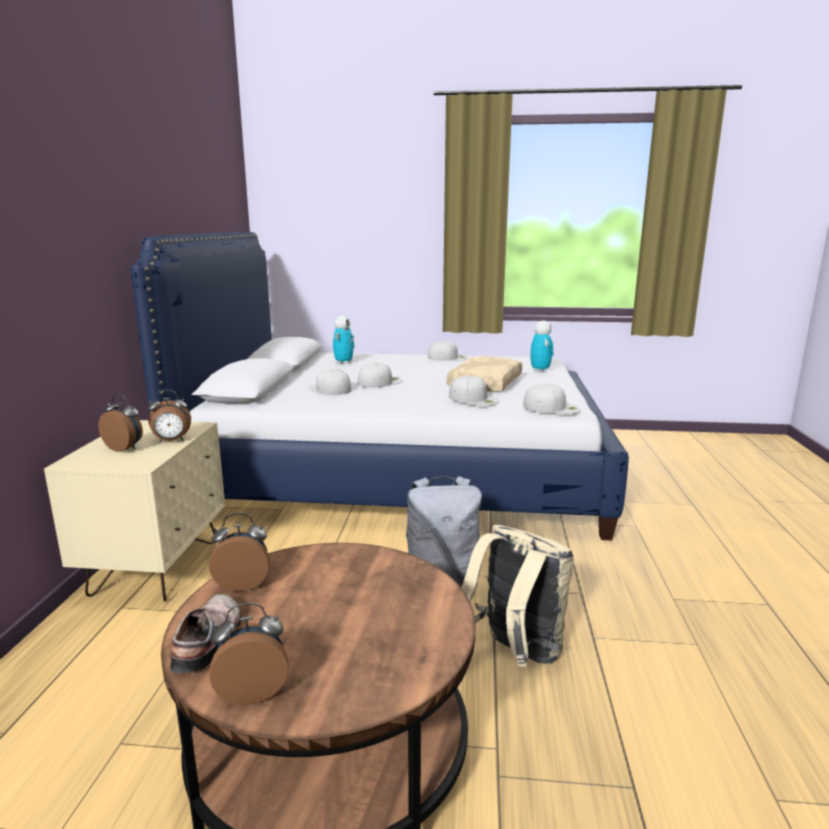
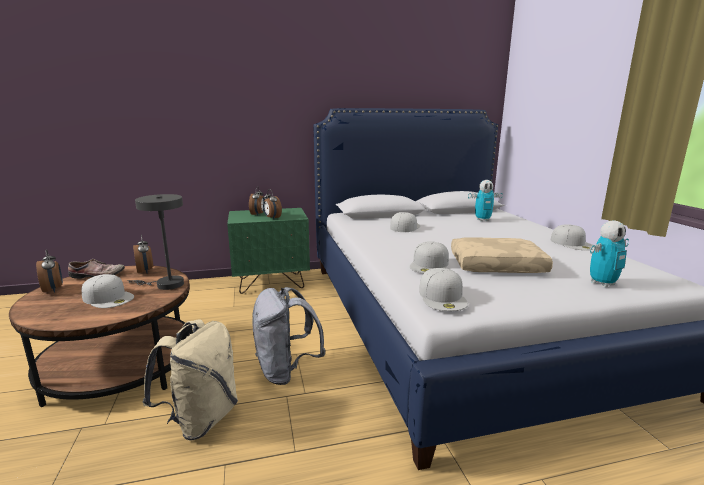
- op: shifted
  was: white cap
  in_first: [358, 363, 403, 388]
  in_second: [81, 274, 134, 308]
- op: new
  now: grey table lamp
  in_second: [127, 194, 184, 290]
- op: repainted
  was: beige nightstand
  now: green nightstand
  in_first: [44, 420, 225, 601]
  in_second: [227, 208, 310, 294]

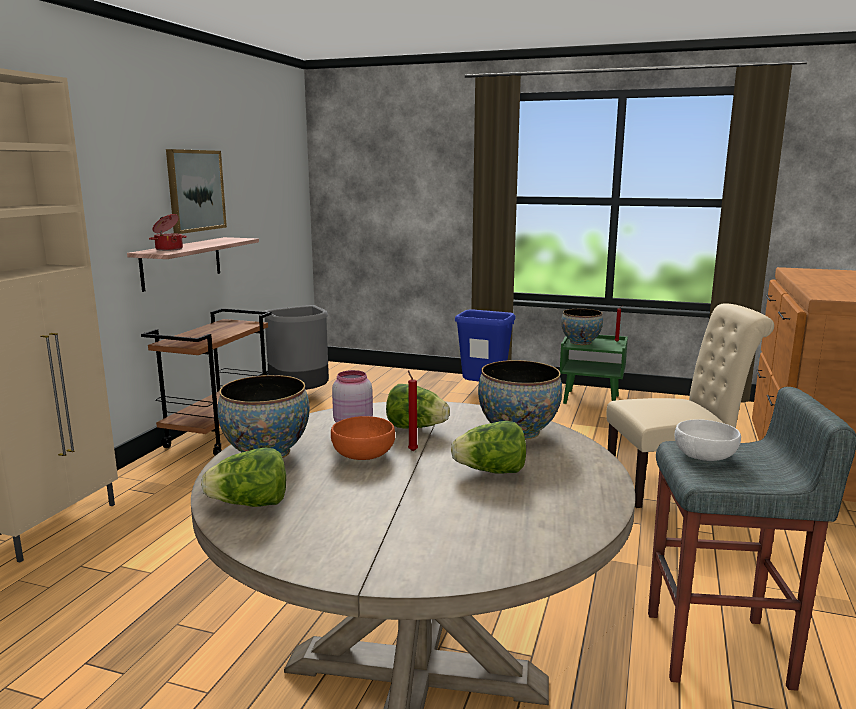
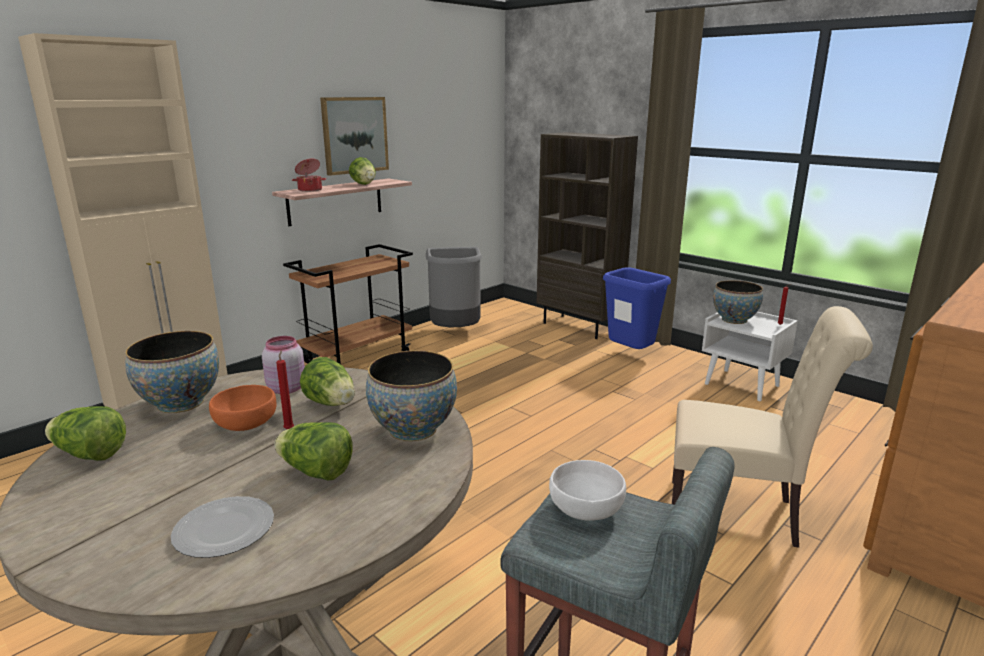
- op: new
  now: plate
  in_second: [171, 496, 274, 558]
- op: new
  now: lettuce
  in_second: [349, 157, 376, 185]
- op: new
  now: brown bookcase
  in_second: [537, 132, 638, 339]
- op: repainted
  was: green nightstand
  now: white nightstand
  in_first: [560, 335, 628, 404]
  in_second: [702, 312, 798, 401]

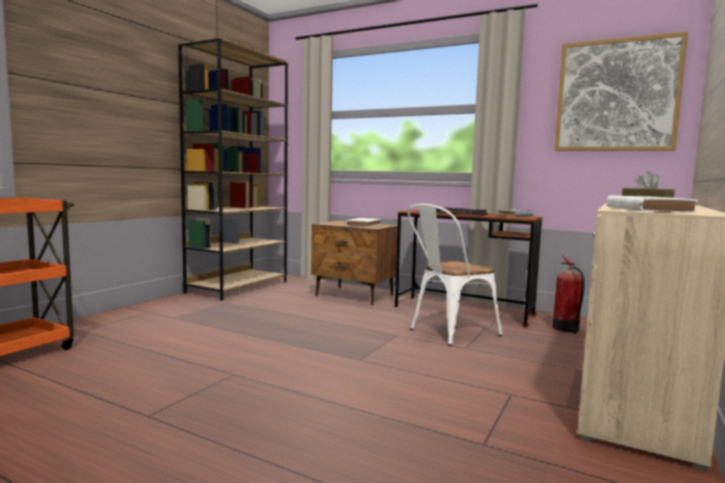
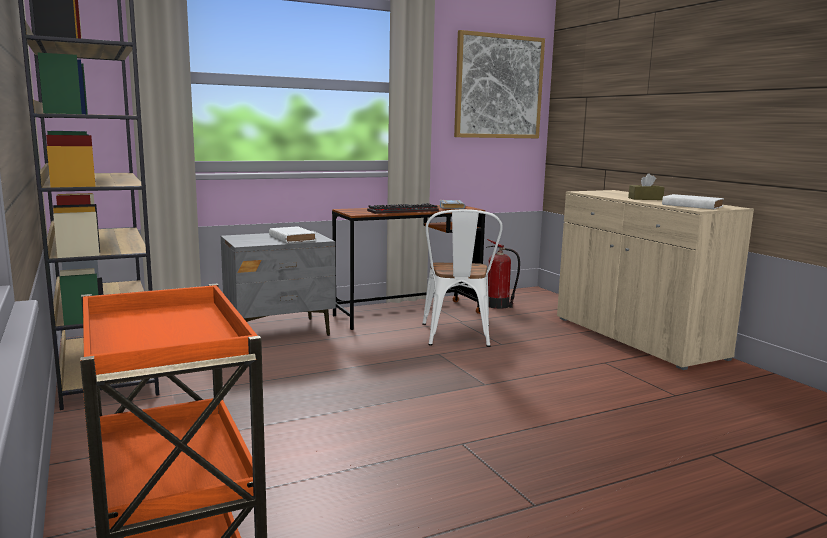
- op: repainted
  was: brown nightstand
  now: grey nightstand
  in_first: [311, 221, 398, 305]
  in_second: [221, 231, 336, 336]

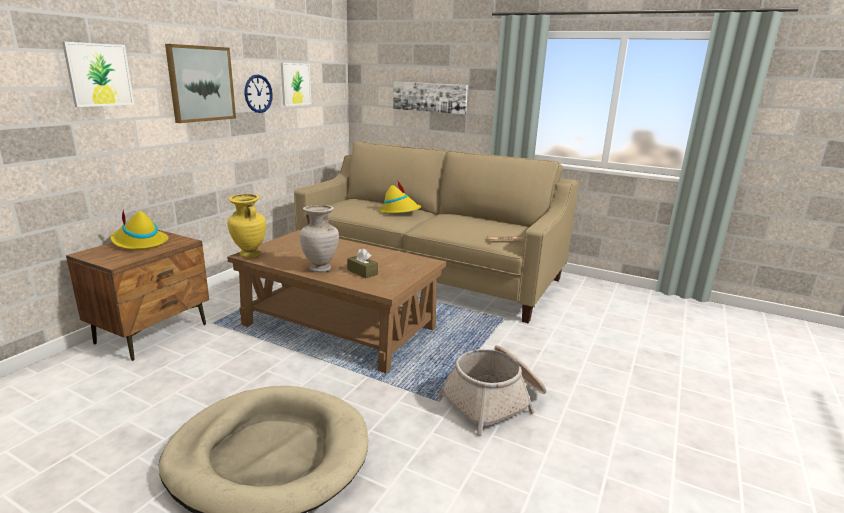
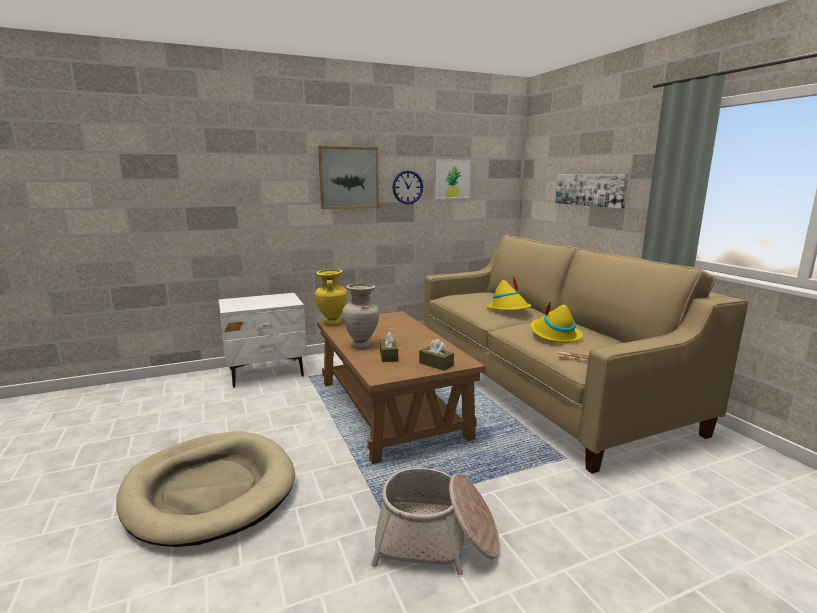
- op: repainted
  was: brown nightstand
  now: white nightstand
  in_first: [66, 230, 209, 361]
  in_second: [218, 293, 307, 387]
- op: new
  now: brown tissue box
  in_second: [419, 339, 454, 371]
- op: shifted
  was: yellow hat
  in_first: [110, 210, 169, 250]
  in_second: [530, 301, 583, 343]
- op: gone
  was: picture
  in_first: [62, 42, 134, 107]

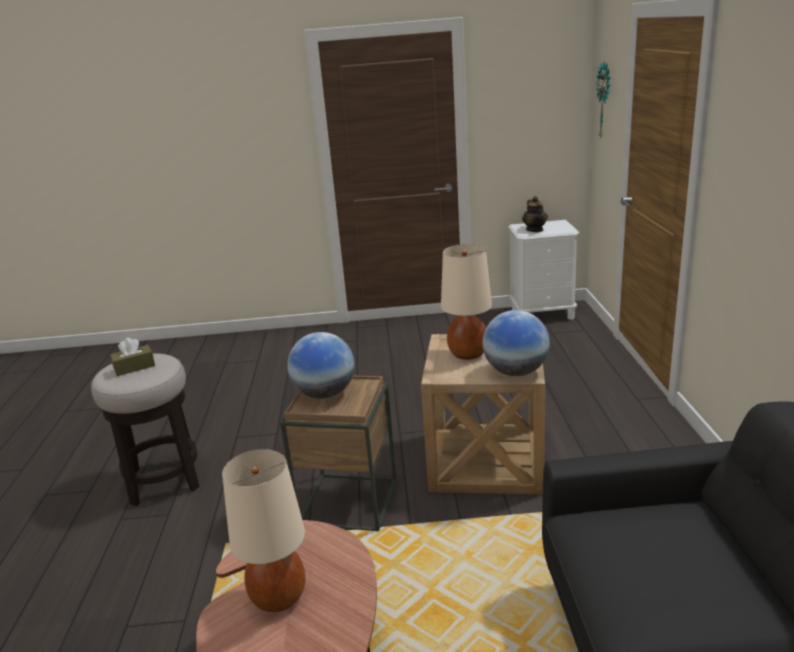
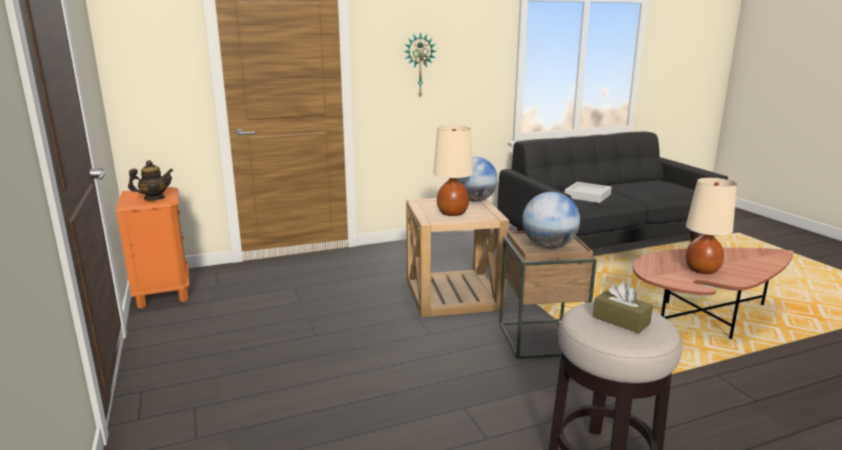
- op: repainted
  was: white nightstand
  now: orange nightstand
  in_first: [508, 220, 579, 320]
  in_second: [116, 187, 189, 309]
- op: shifted
  was: wall clock
  in_first: [596, 62, 610, 138]
  in_second: [404, 32, 436, 99]
- op: new
  now: grey tray
  in_second: [565, 182, 612, 203]

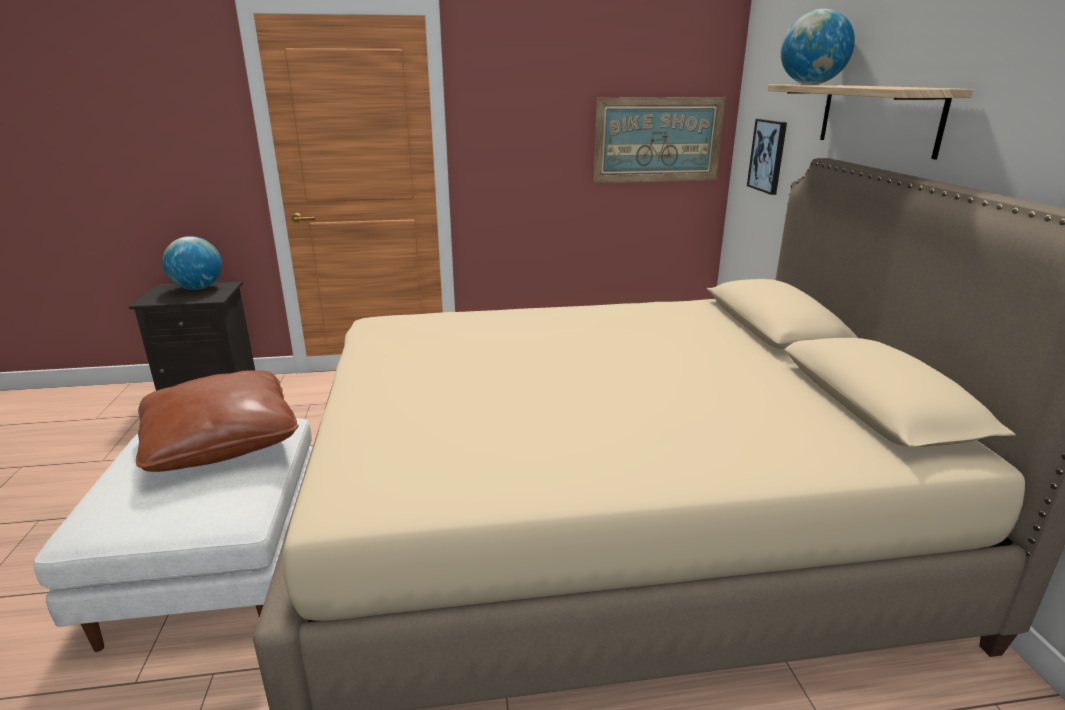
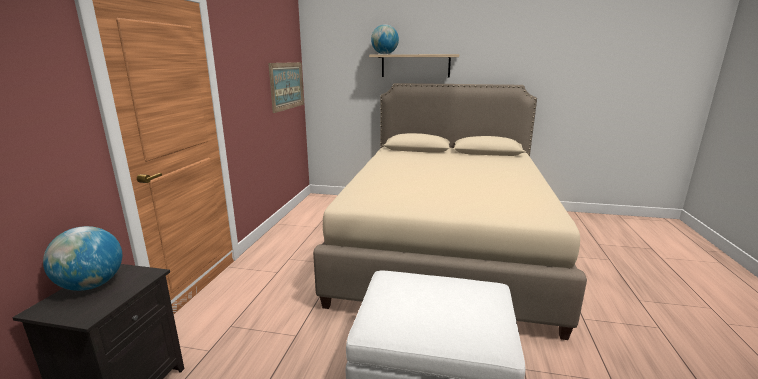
- op: gone
  was: brown pillow
  in_first: [136, 370, 299, 472]
- op: gone
  was: picture
  in_first: [747, 119, 787, 195]

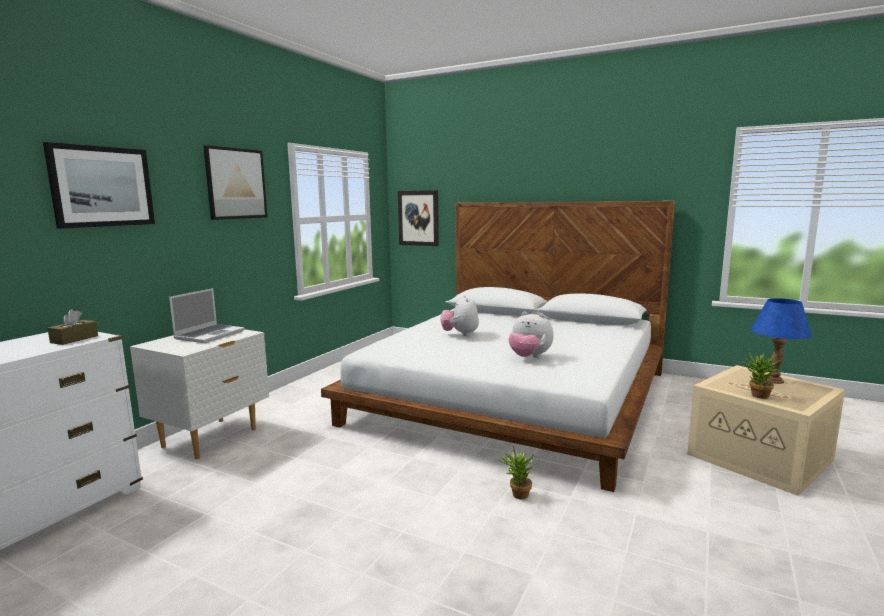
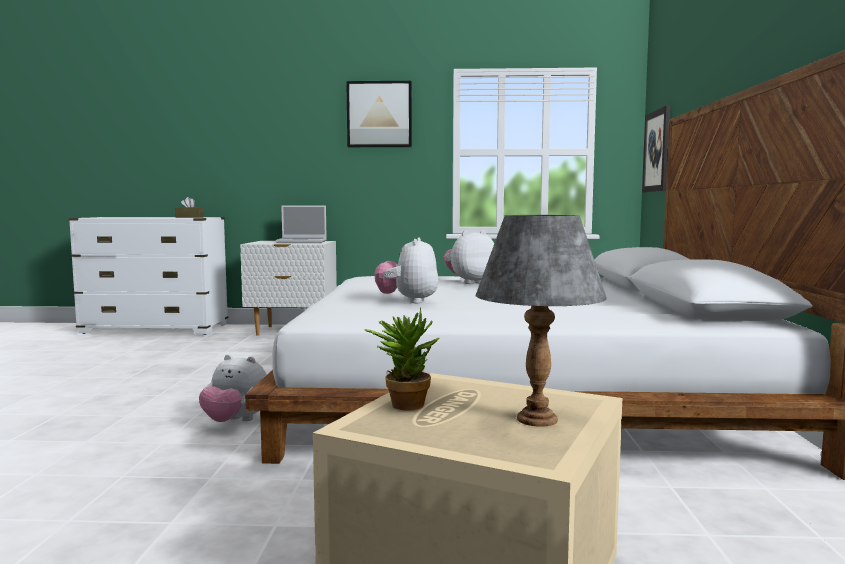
- op: swapped
  was: potted plant
  now: plush toy
  in_first: [499, 447, 534, 499]
  in_second: [199, 354, 267, 422]
- op: repainted
  was: blue table lamp
  now: grey table lamp
  in_first: [751, 298, 812, 384]
  in_second: [476, 215, 607, 427]
- op: gone
  was: picture
  in_first: [43, 142, 155, 229]

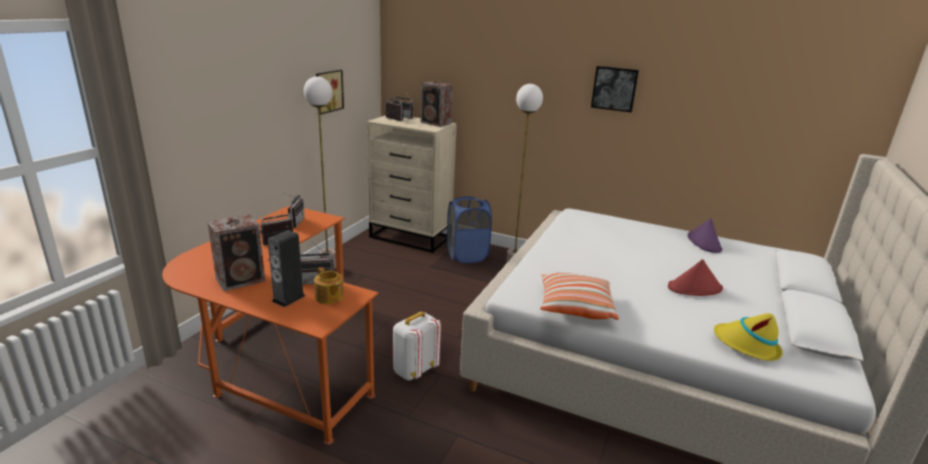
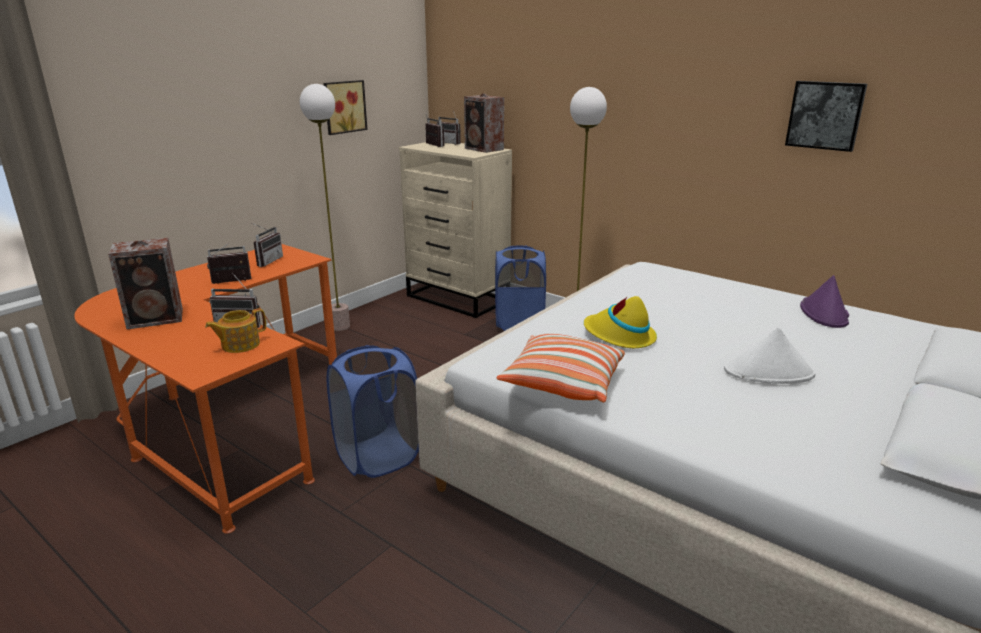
- op: rotated
  was: teapot
  in_first: [314, 267, 344, 304]
  in_second: [205, 308, 266, 353]
  clockwise: 75
- op: swapped
  was: white backpack
  now: blue laundry basket
  in_first: [392, 311, 441, 380]
  in_second: [326, 345, 419, 478]
- op: shifted
  was: yellow hat
  in_first: [714, 313, 783, 361]
  in_second: [584, 296, 657, 348]
- op: repainted
  was: red hat
  now: white hat
  in_first: [668, 259, 723, 296]
  in_second: [724, 328, 816, 384]
- op: shifted
  was: picture
  in_first: [591, 66, 639, 112]
  in_second: [785, 81, 867, 152]
- op: gone
  was: speaker
  in_first: [268, 230, 305, 307]

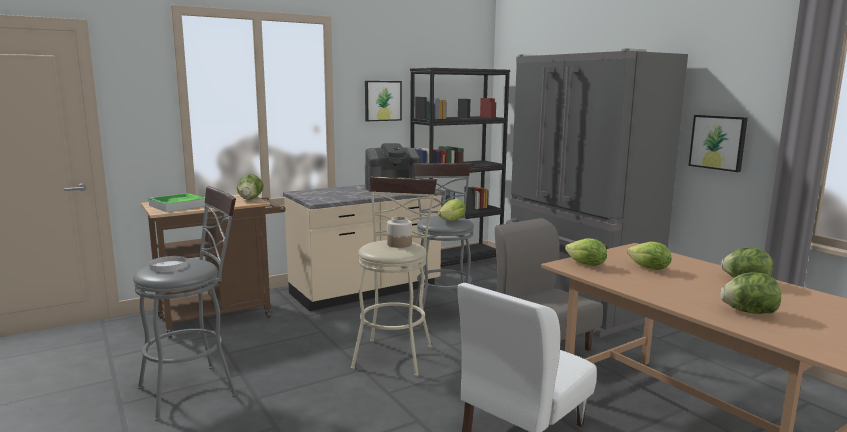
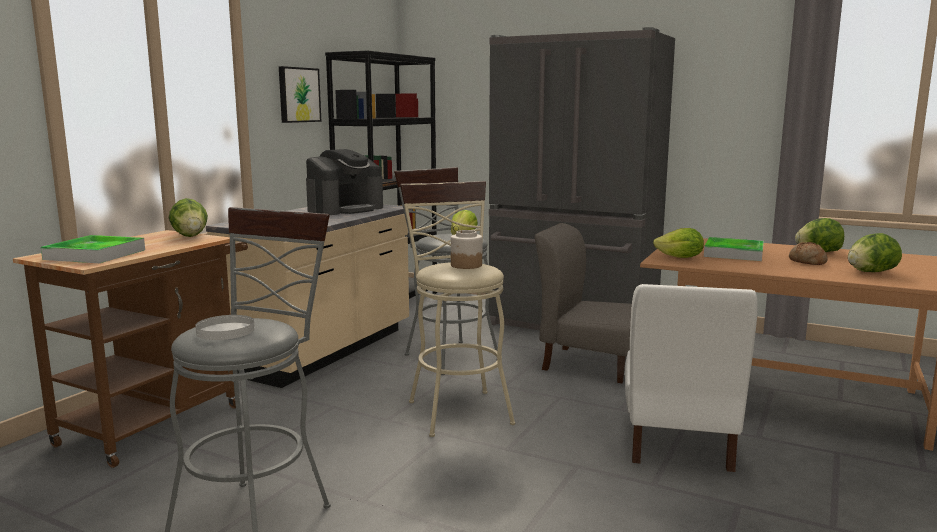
- op: swapped
  was: lettuce
  now: tray
  in_first: [627, 242, 671, 270]
  in_second: [704, 237, 764, 261]
- op: new
  now: bread
  in_second: [789, 242, 828, 265]
- op: gone
  was: picture
  in_first: [689, 115, 748, 172]

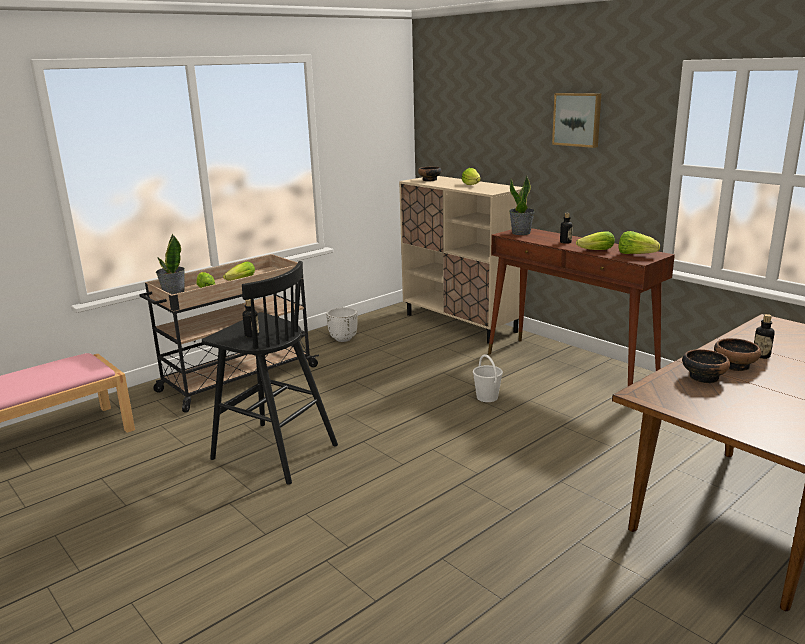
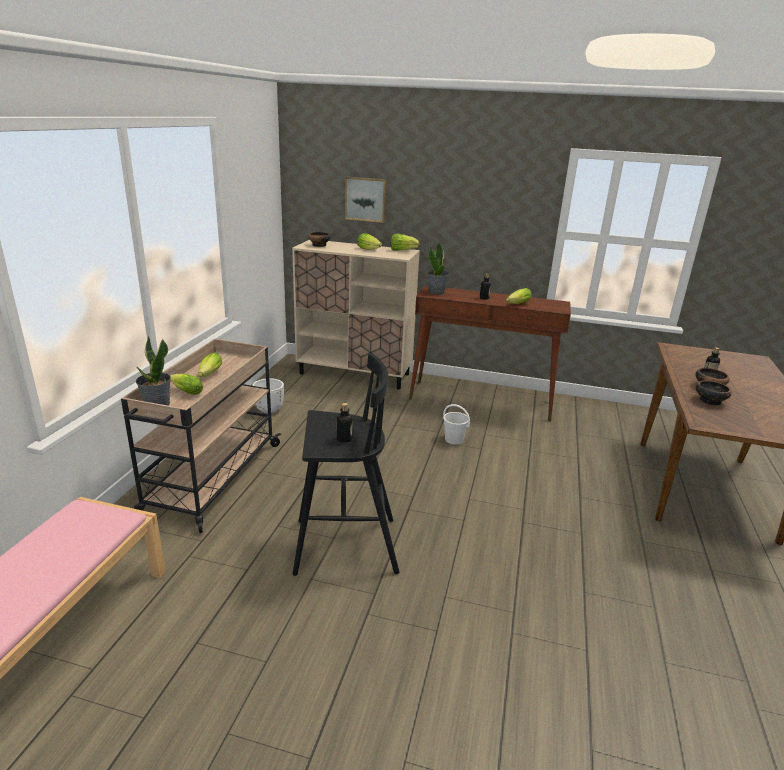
- op: shifted
  was: picture
  in_first: [552, 93, 601, 148]
  in_second: [345, 176, 387, 223]
- op: shifted
  was: lettuce
  in_first: [618, 231, 660, 254]
  in_second: [391, 234, 419, 251]

